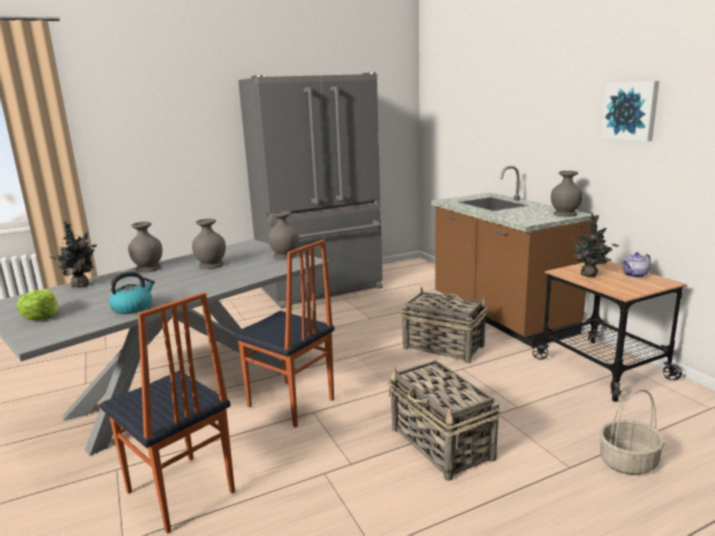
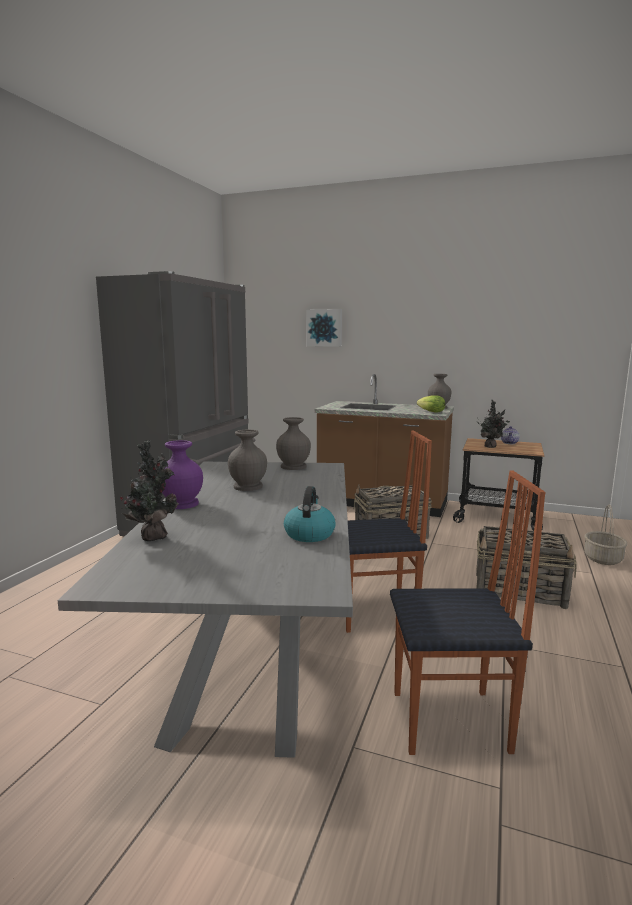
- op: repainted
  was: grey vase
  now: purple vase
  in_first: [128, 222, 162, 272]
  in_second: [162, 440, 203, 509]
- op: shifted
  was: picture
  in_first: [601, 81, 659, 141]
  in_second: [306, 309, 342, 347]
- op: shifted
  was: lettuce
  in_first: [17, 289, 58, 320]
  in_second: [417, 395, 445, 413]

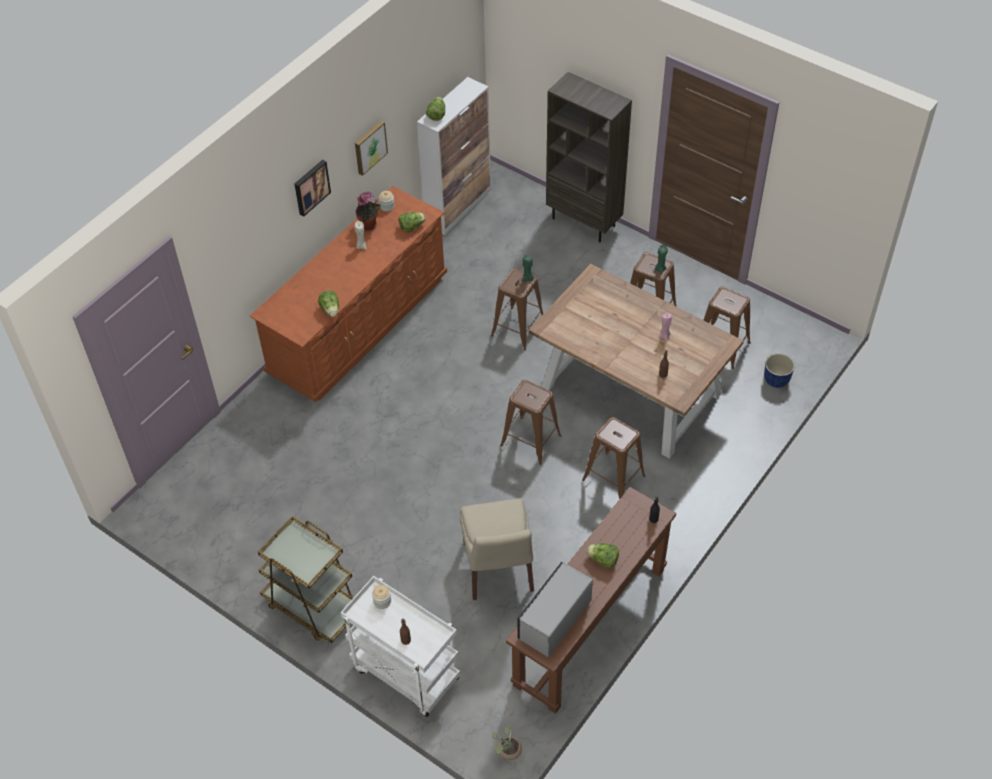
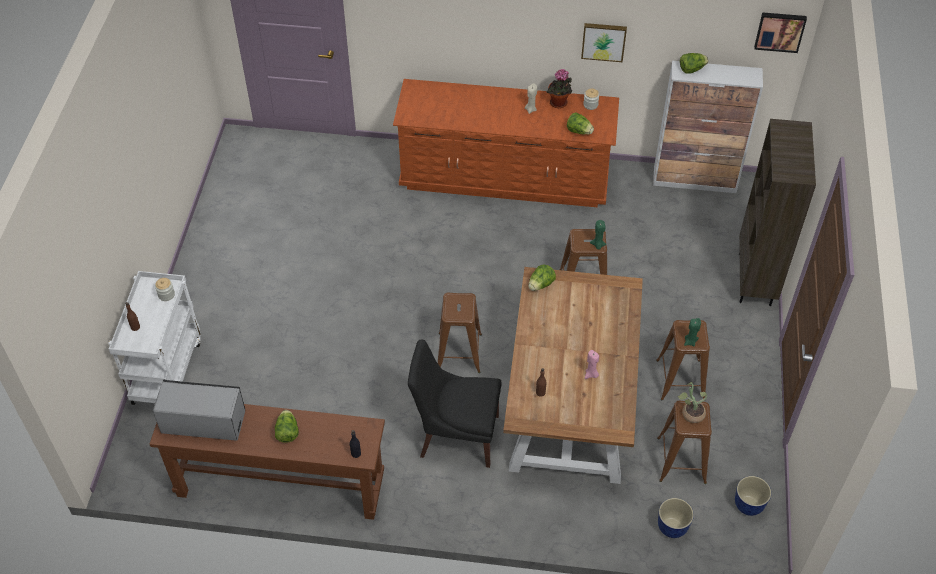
- op: swapped
  was: brown stool
  now: black chair
  in_first: [582, 417, 645, 499]
  in_second: [408, 339, 502, 468]
- op: shifted
  was: lettuce
  in_first: [318, 290, 339, 317]
  in_second: [528, 264, 556, 291]
- op: shifted
  was: potted plant
  in_first: [492, 727, 522, 760]
  in_second: [677, 382, 707, 423]
- op: new
  now: planter
  in_second: [735, 476, 771, 516]
- op: shifted
  was: picture
  in_first: [295, 160, 331, 217]
  in_second: [754, 12, 807, 53]
- op: gone
  was: brown cart
  in_first: [258, 516, 354, 643]
- op: gone
  was: beige chair
  in_first: [460, 498, 534, 600]

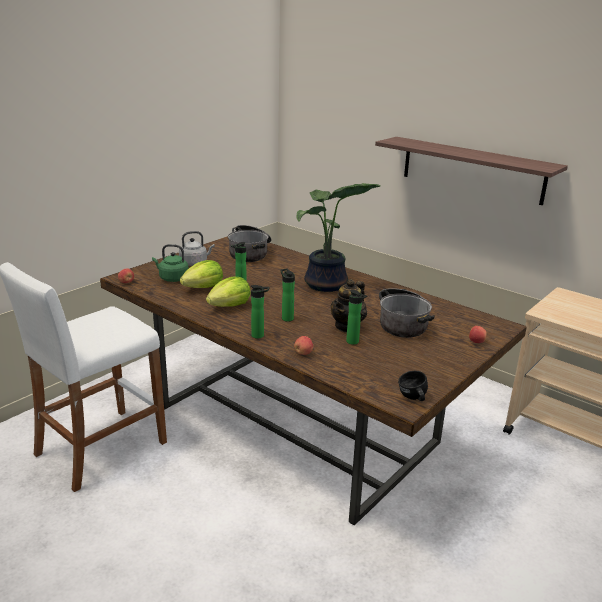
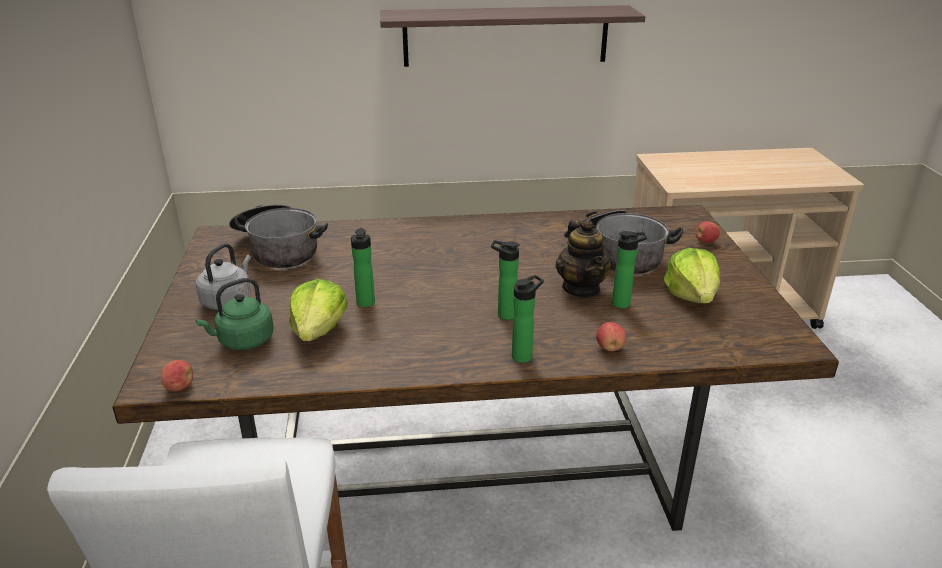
- op: shifted
  was: lettuce
  in_first: [206, 277, 251, 307]
  in_second: [664, 248, 720, 303]
- op: gone
  was: potted plant
  in_first: [296, 183, 380, 292]
- op: gone
  was: black mug
  in_first: [398, 371, 428, 401]

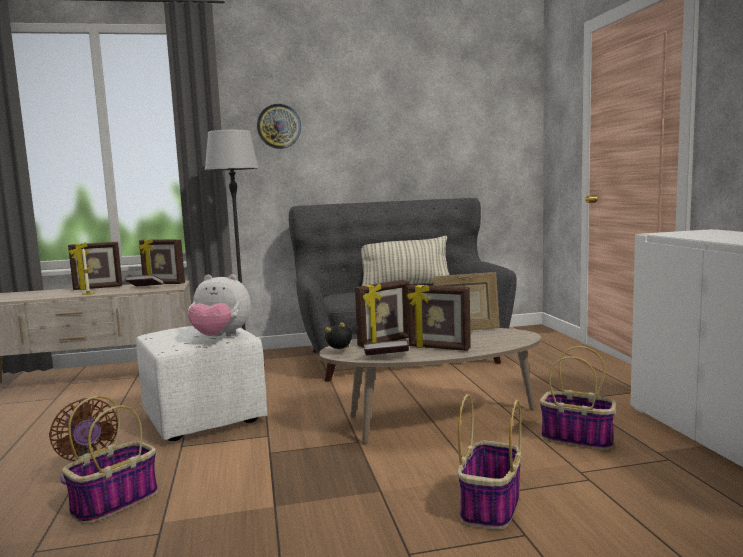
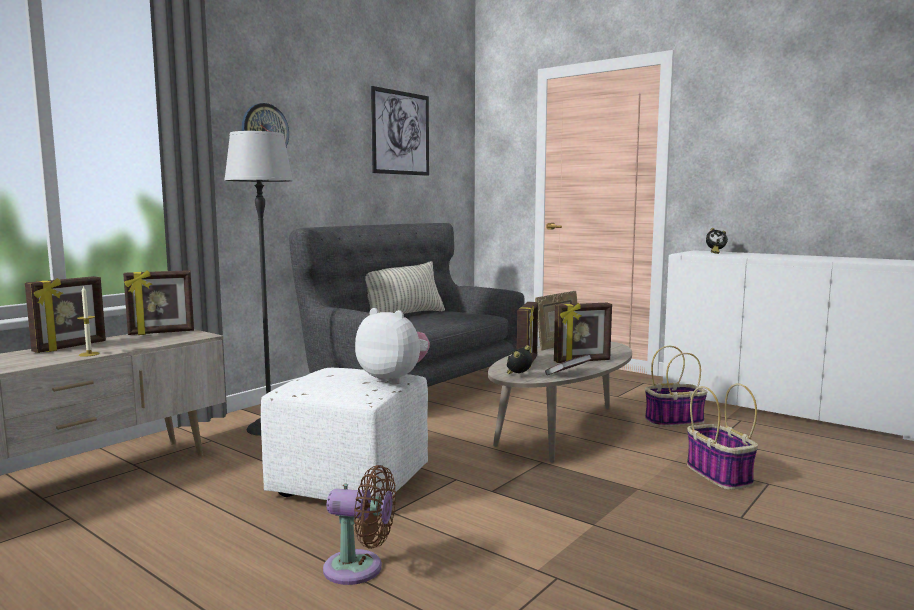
- op: rotated
  was: plush toy
  in_first: [187, 274, 251, 336]
  in_second: [355, 308, 430, 384]
  clockwise: -120
- op: new
  now: picture
  in_second: [371, 86, 429, 176]
- op: new
  now: alarm clock
  in_second: [706, 228, 728, 254]
- op: gone
  was: basket
  in_first: [62, 396, 158, 524]
- op: gone
  was: book
  in_first: [125, 275, 164, 287]

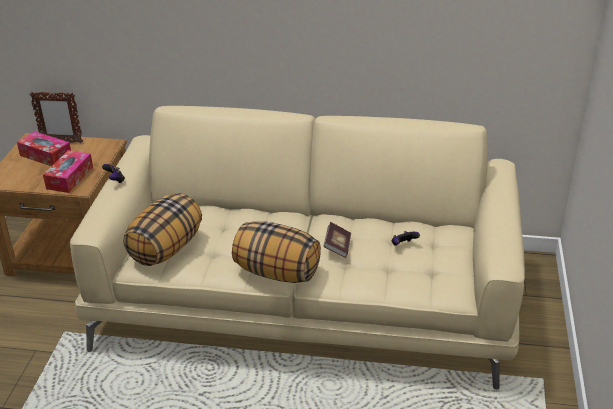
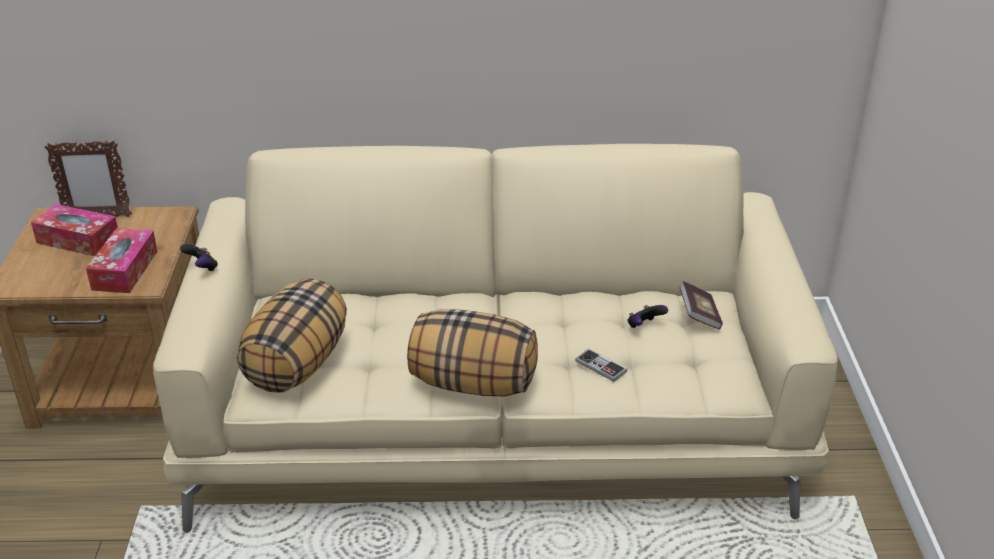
- op: new
  now: game controller
  in_second: [575, 348, 627, 382]
- op: shifted
  was: book
  in_first: [323, 222, 351, 258]
  in_second: [680, 281, 723, 329]

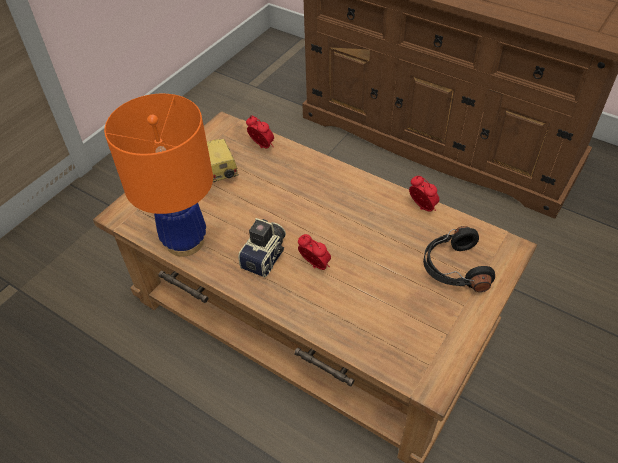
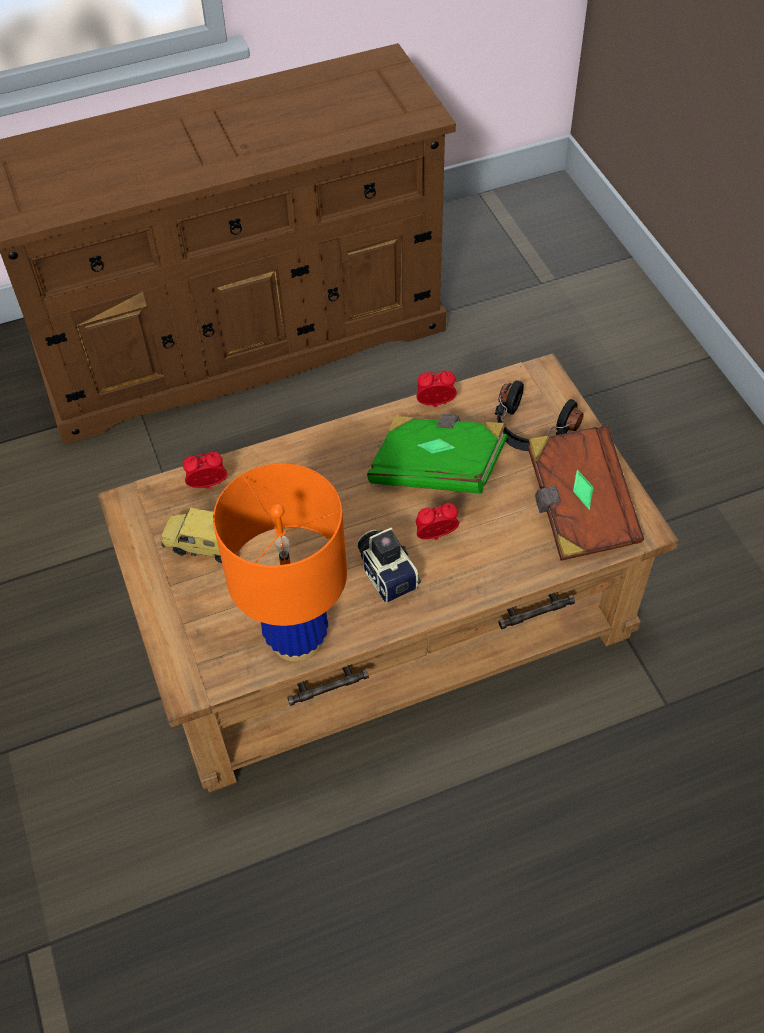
- op: new
  now: green book
  in_second: [367, 414, 508, 494]
- op: new
  now: brown book
  in_second: [528, 425, 644, 561]

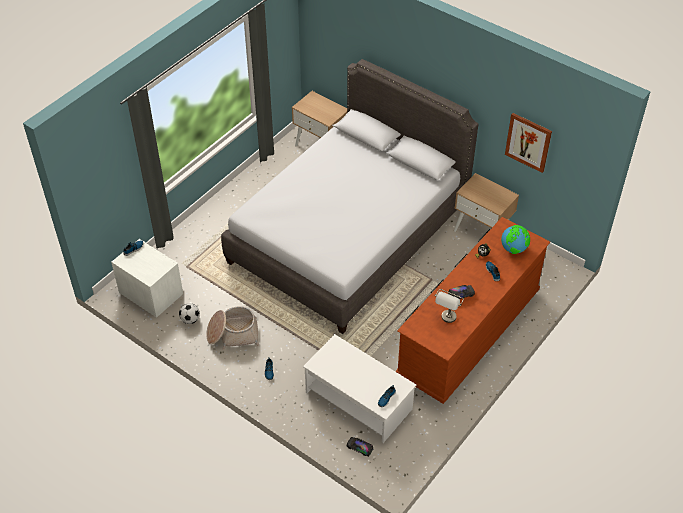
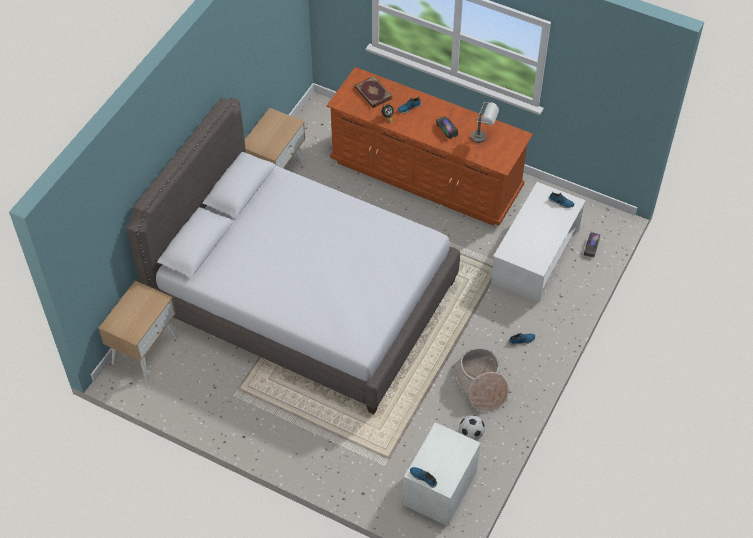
- op: swapped
  was: globe
  now: book
  in_first: [501, 225, 530, 254]
  in_second: [354, 76, 392, 108]
- op: gone
  was: picture
  in_first: [505, 113, 552, 173]

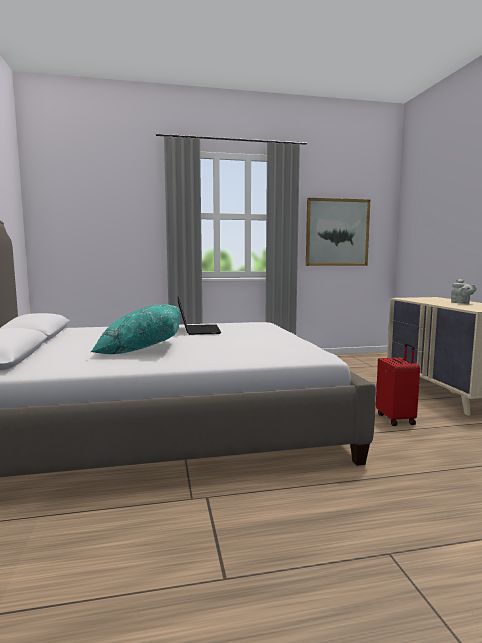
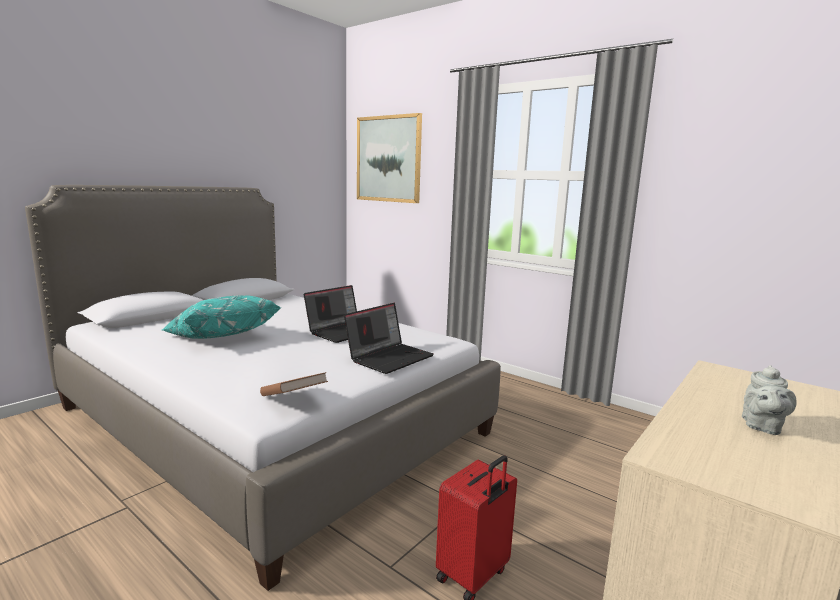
- op: new
  now: brown book
  in_second: [260, 372, 328, 396]
- op: new
  now: laptop
  in_second: [344, 303, 434, 374]
- op: shifted
  was: picture
  in_first: [306, 198, 370, 266]
  in_second: [357, 113, 422, 203]

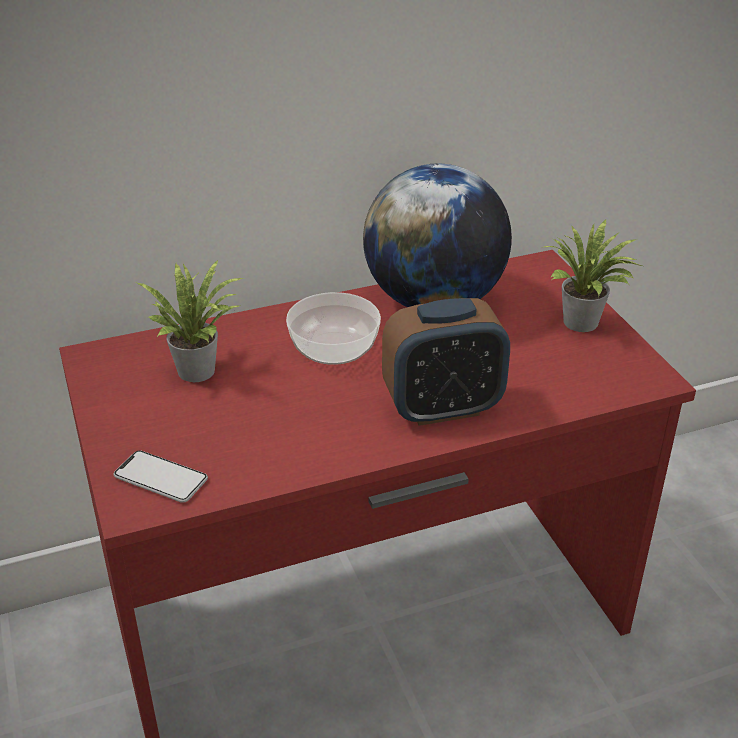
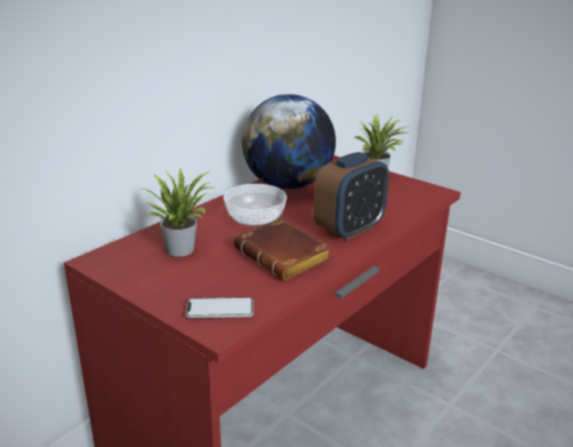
- op: new
  now: brown book
  in_second: [234, 218, 332, 281]

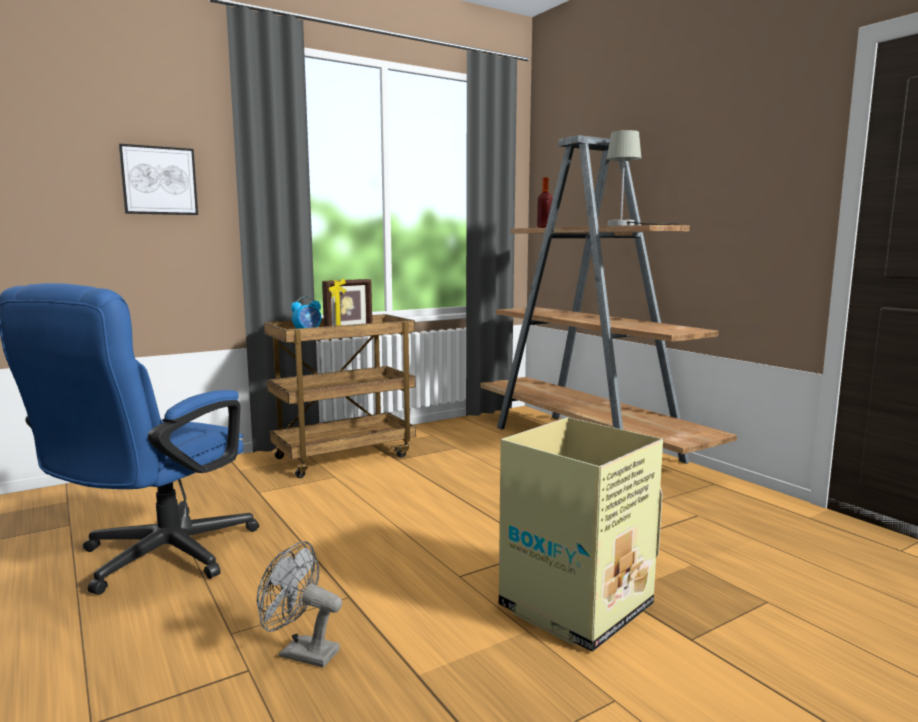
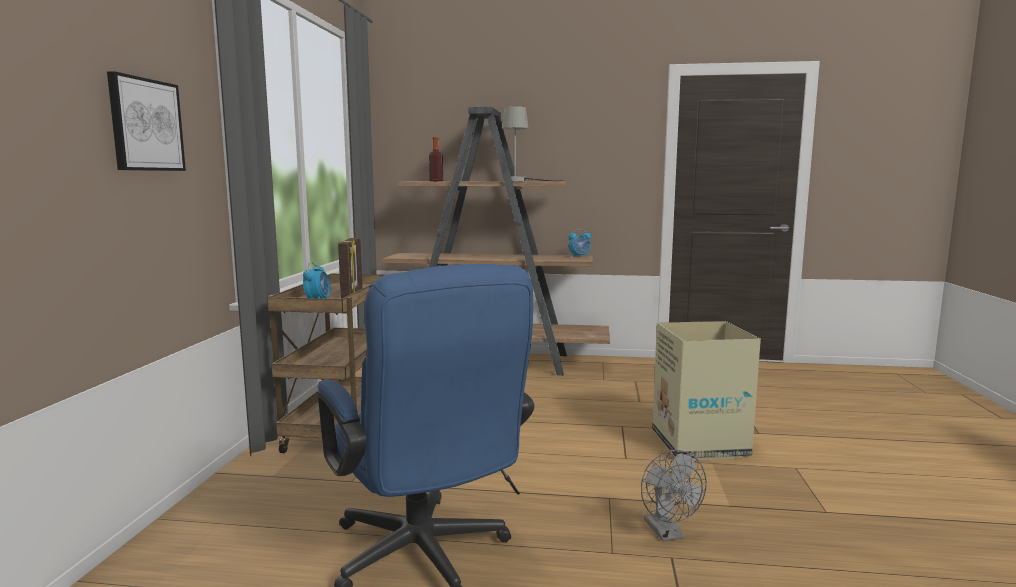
- op: new
  now: alarm clock
  in_second: [568, 229, 591, 257]
- op: rotated
  was: grey fan
  in_first: [257, 541, 342, 667]
  in_second: [641, 450, 707, 542]
  clockwise: -75

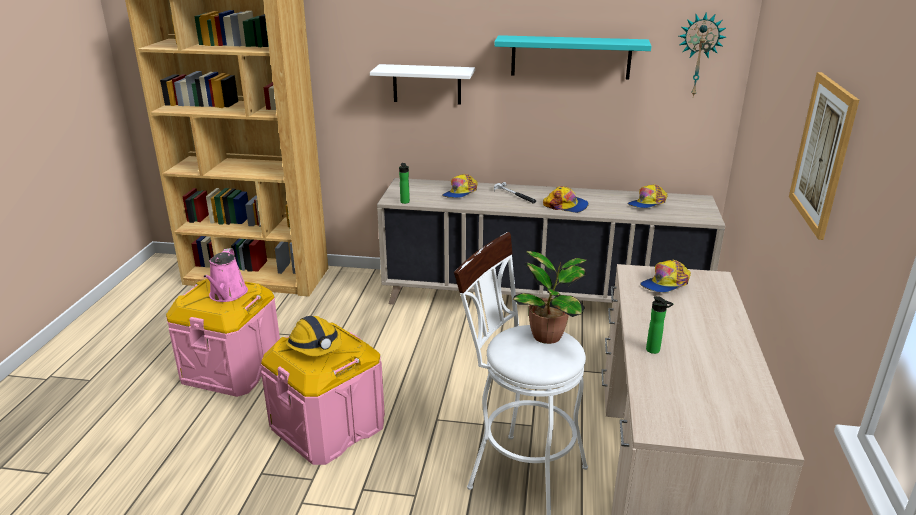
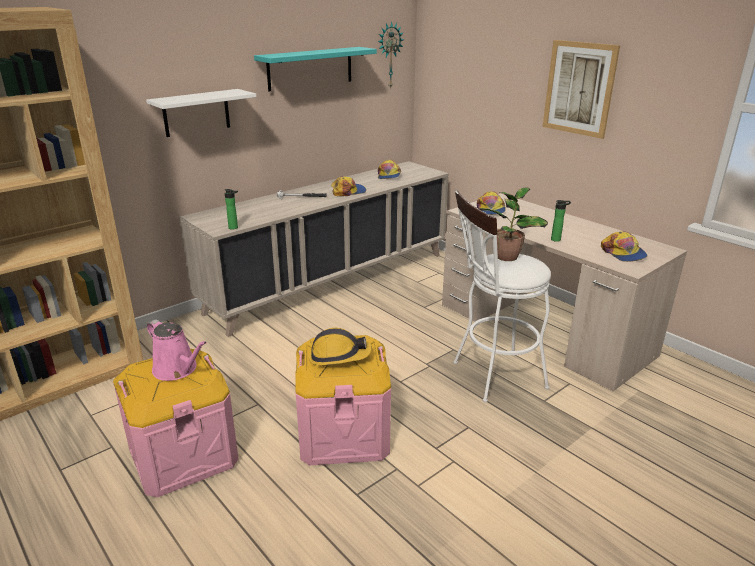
- op: shifted
  was: cap
  in_first: [442, 174, 478, 198]
  in_second: [601, 231, 648, 262]

